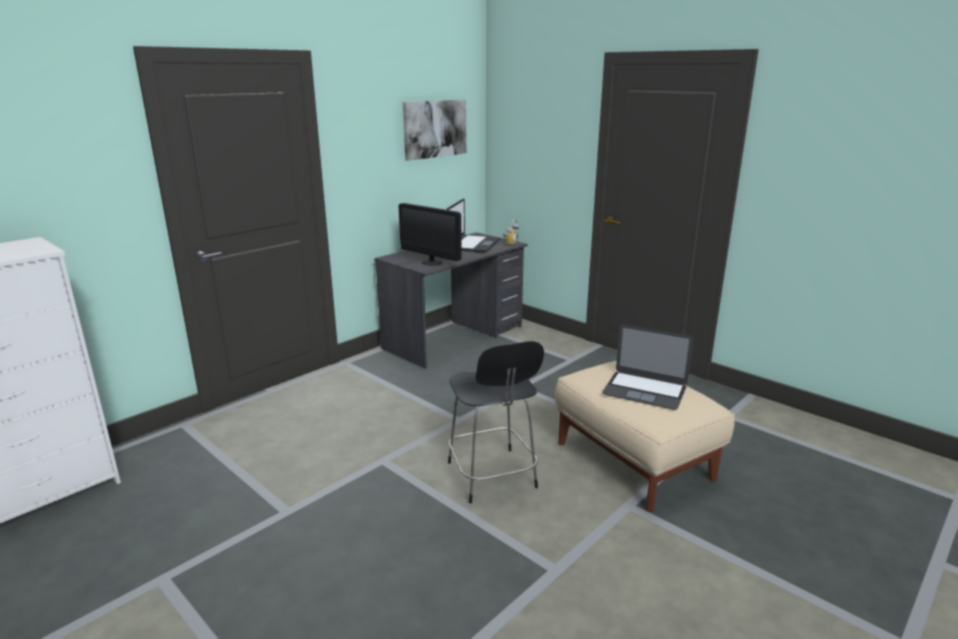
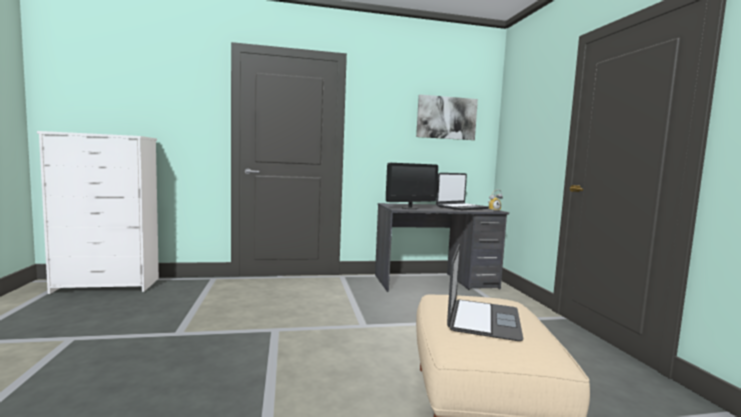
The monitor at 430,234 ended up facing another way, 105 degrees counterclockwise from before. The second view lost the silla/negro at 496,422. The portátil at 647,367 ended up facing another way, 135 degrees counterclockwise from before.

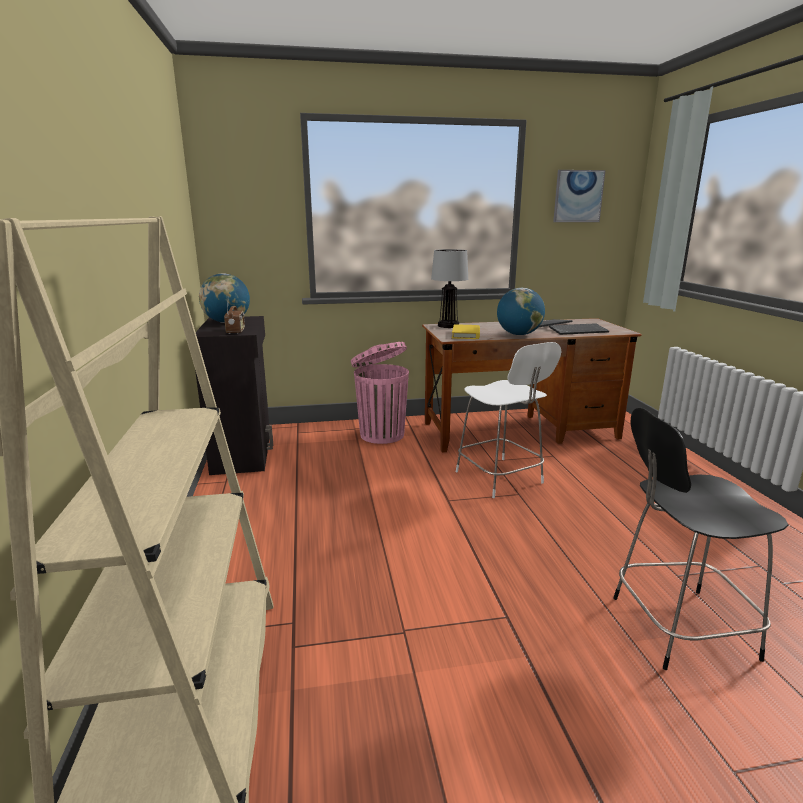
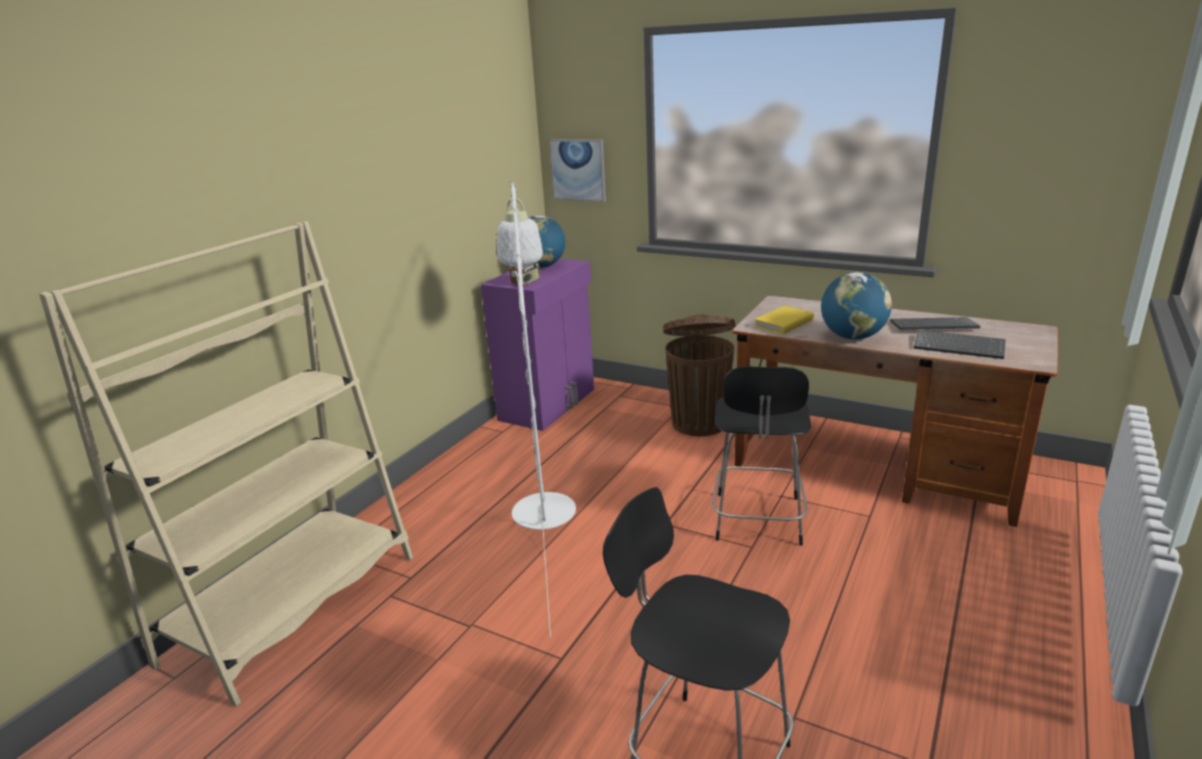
What was the armario/negro at 234,395 turned into the armario/morado at 537,344. What was the papelera/rosa at 380,393 turned into the papelera/marrón at 699,375. The second view lost the lámpara de mesa at 449,288. What was the silla/blanco at 508,420 turned into the silla/negro at 761,456. The cuadro ended up elsewhere, having gone from 579,196 to 577,170. The second view gained the lámpara de pie/blanco at 536,409.

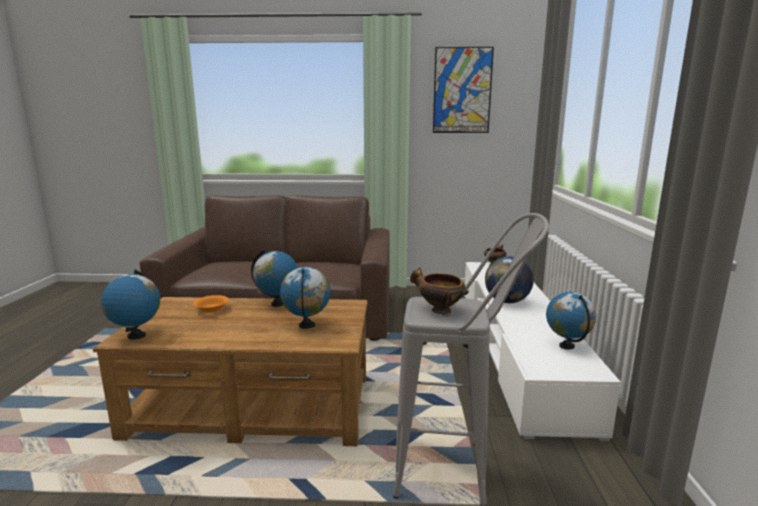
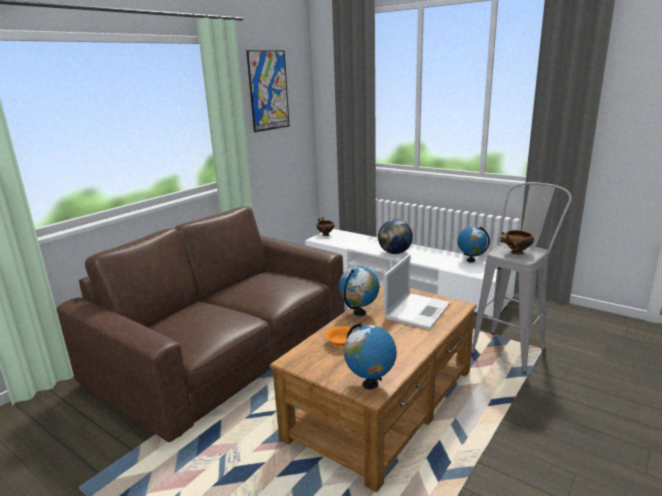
Where the globo terráqueo stood at 305,298, the portátil came to stand at 417,292.

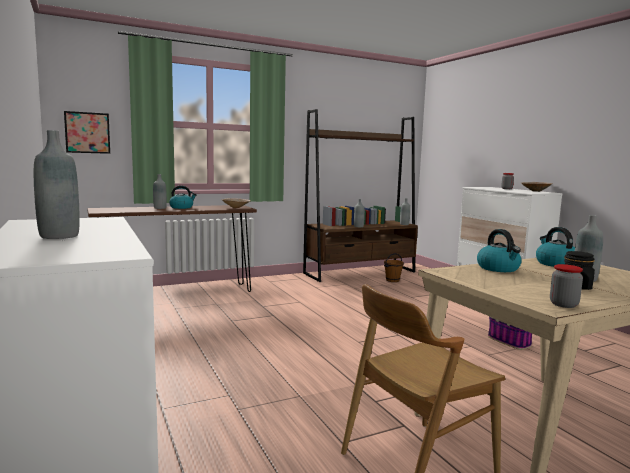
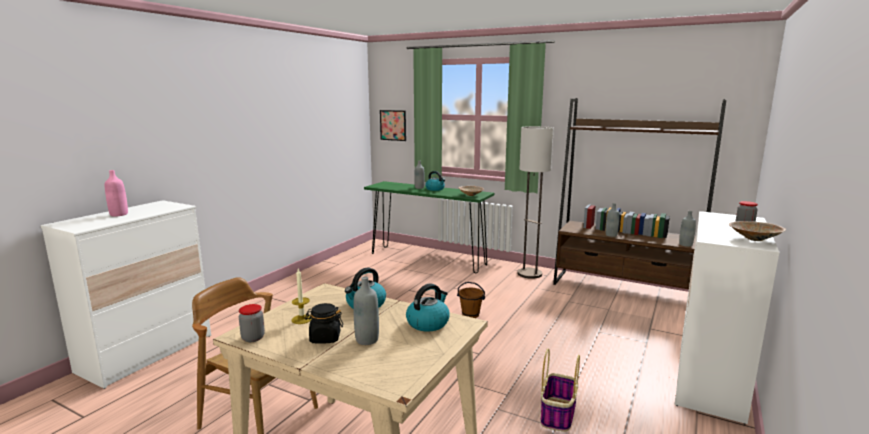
What was the botella/gris at 57,184 turned into the botella/rosa at 116,193. What was the mesa consola/marrón at 172,248 turned into the mesa consola/verde at 429,227. The cubo/marrón ended up elsewhere, having gone from 394,267 to 471,300. The second view gained the vela at 302,296. The second view gained the lámpara de pie at 536,202.

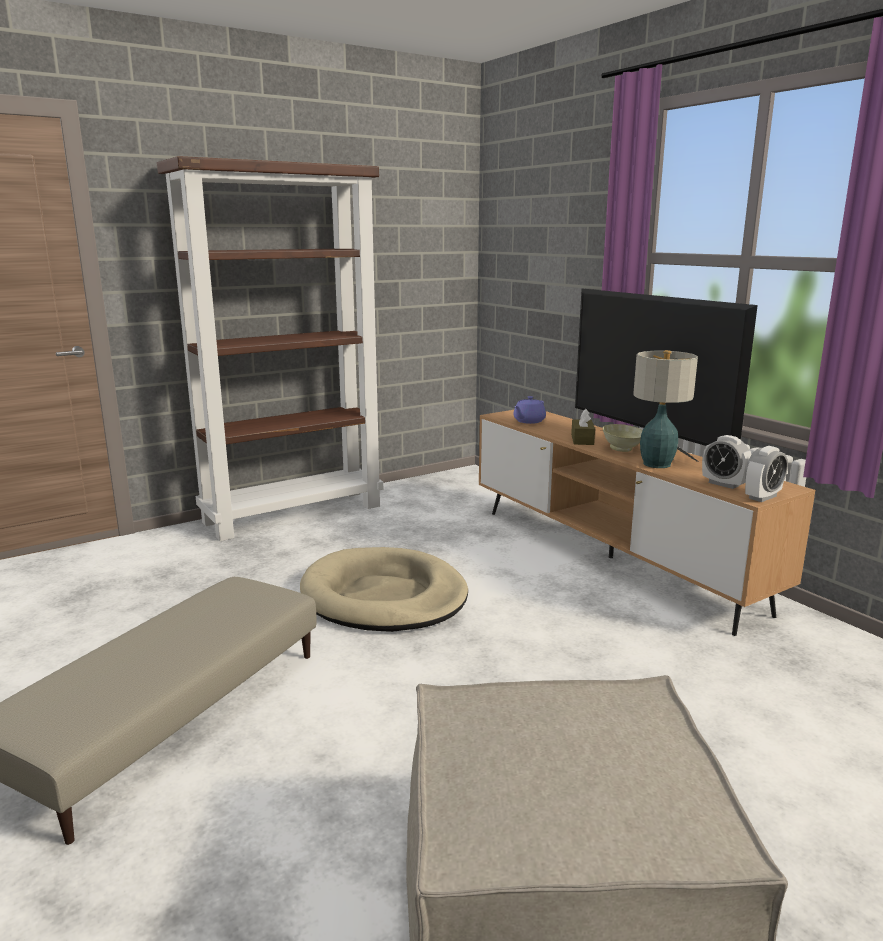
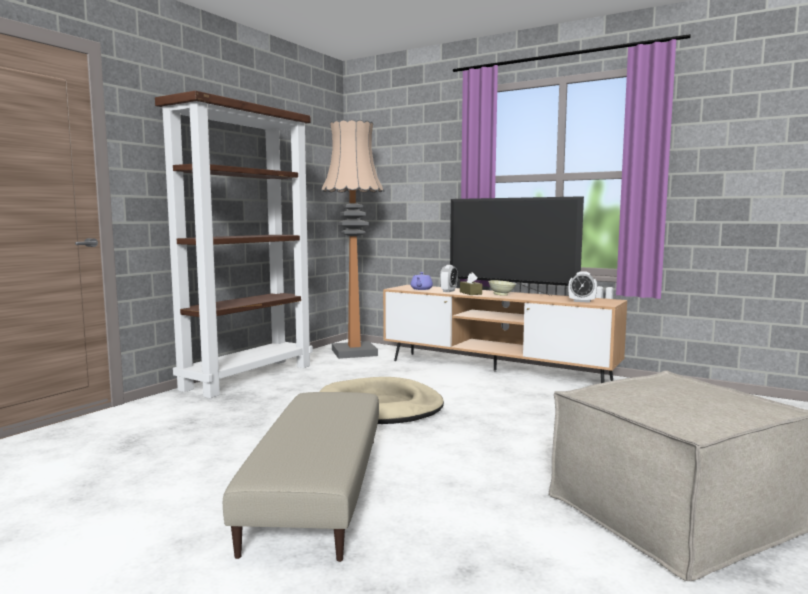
The second view lost the lámpara de mesa at 665,409. The despertador ended up elsewhere, having gone from 766,474 to 449,278. The second view gained the lámpara de pie at 352,239.

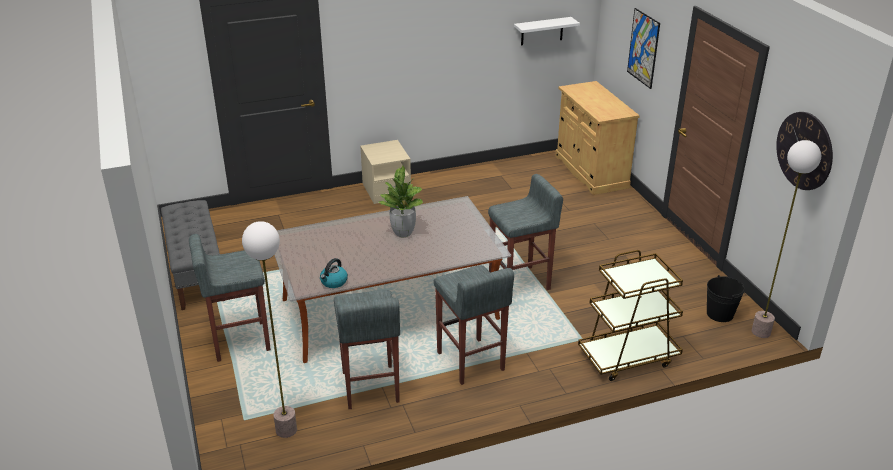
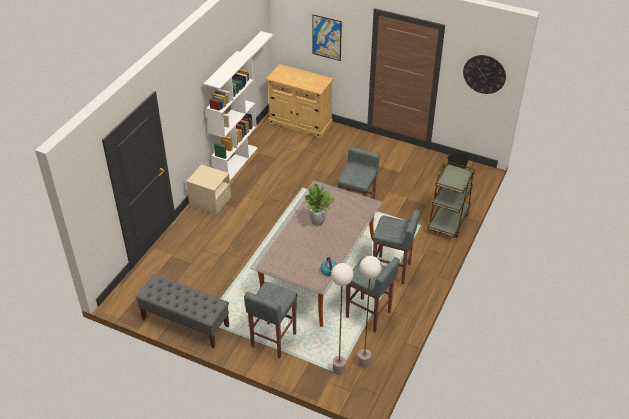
The lámpara de pie ended up elsewhere, having gone from 786,239 to 342,319. The second view gained the estantería/blanco at 231,116.

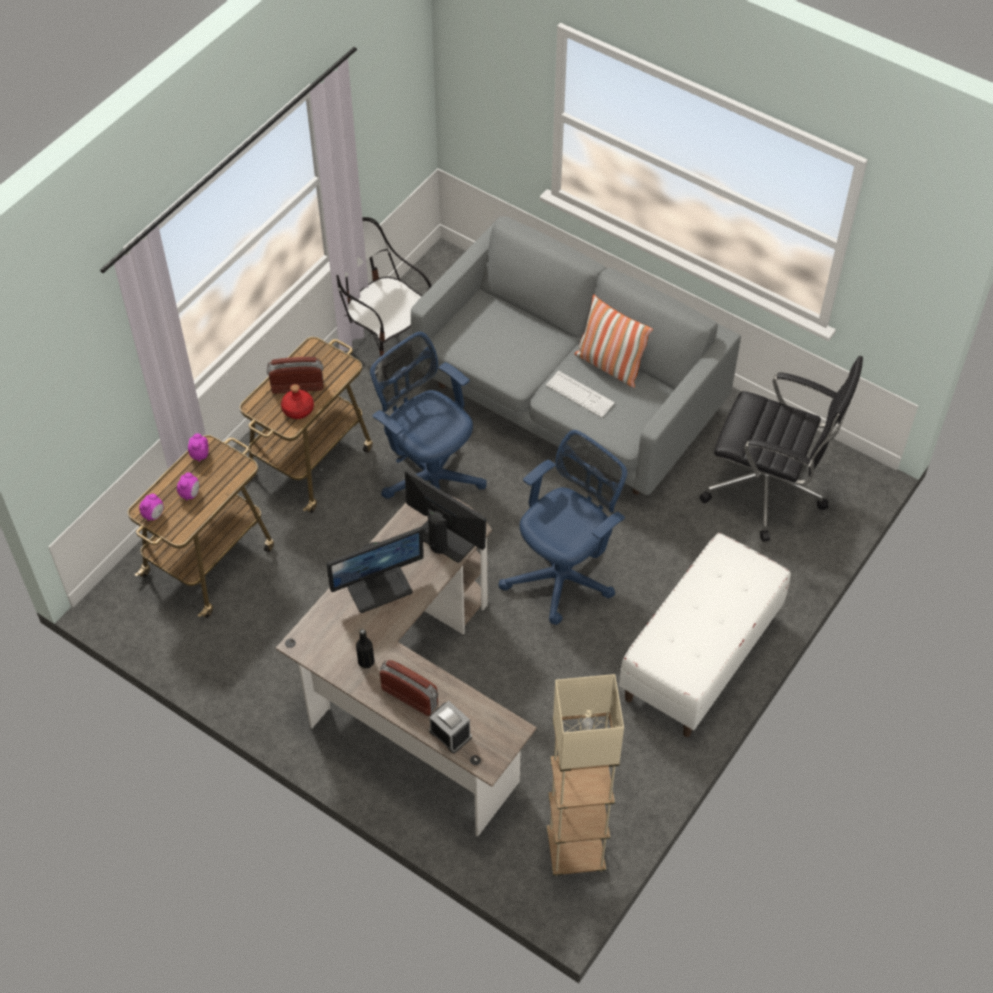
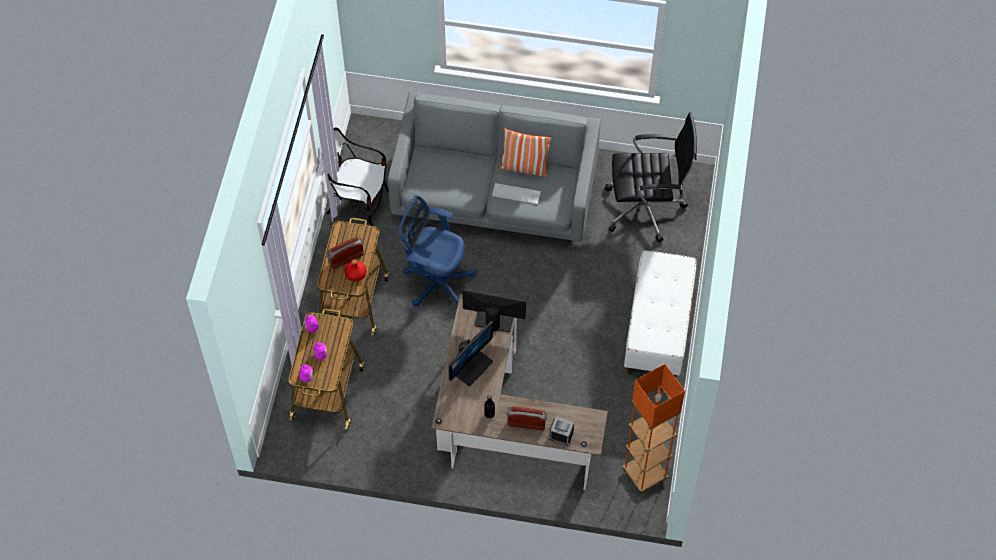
The second view lost the silla de oficina/azul at 562,527. What was the lámpara de pie/beis at 585,775 turned into the lámpara de pie/naranja at 654,428.

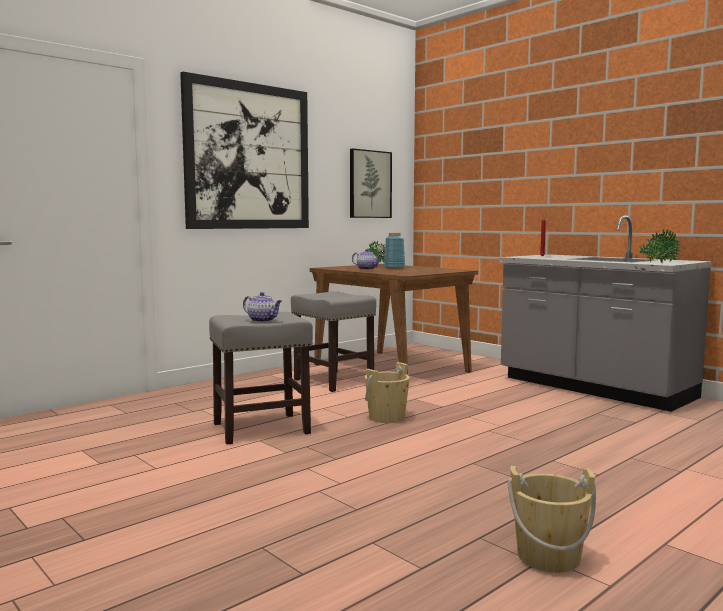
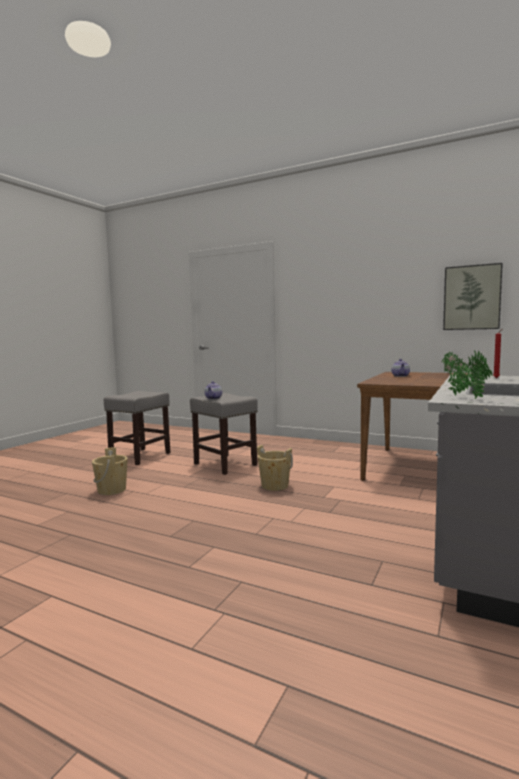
The second view lost the cuadro at 244,150. The taburete/gris ended up elsewhere, having gone from 333,341 to 137,428. The second view lost the florero/azul at 394,250. The cubo/beis ended up elsewhere, having gone from 552,519 to 110,471.

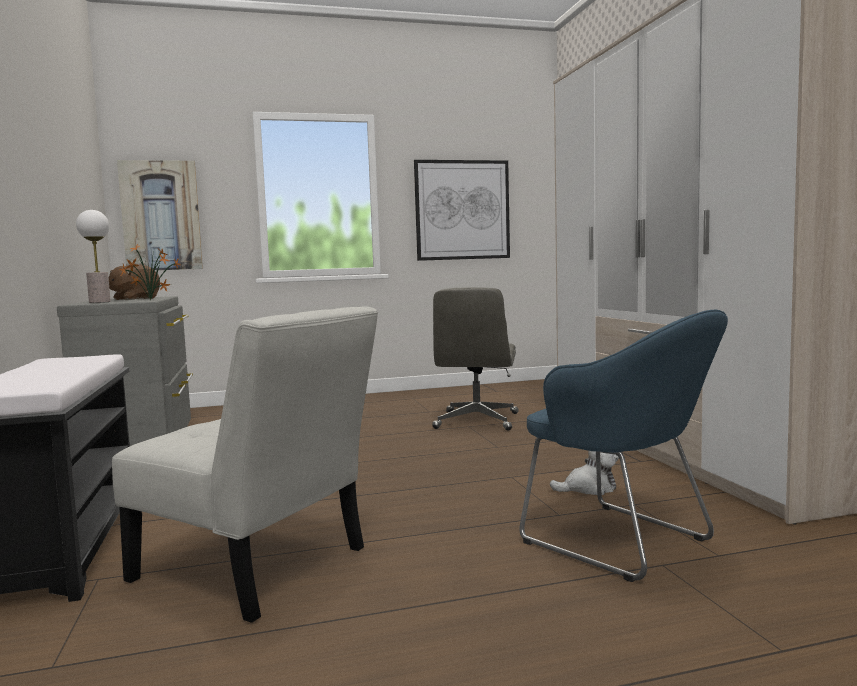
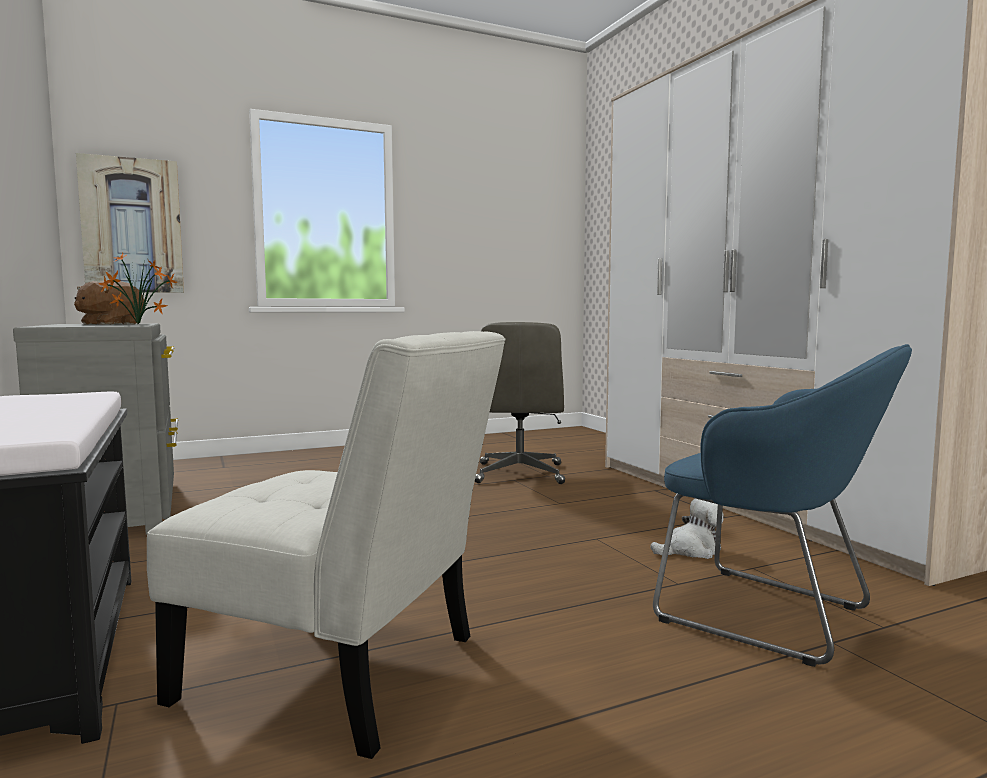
The second view lost the lámpara de mesa at 93,256. The second view lost the cuadro at 462,210.

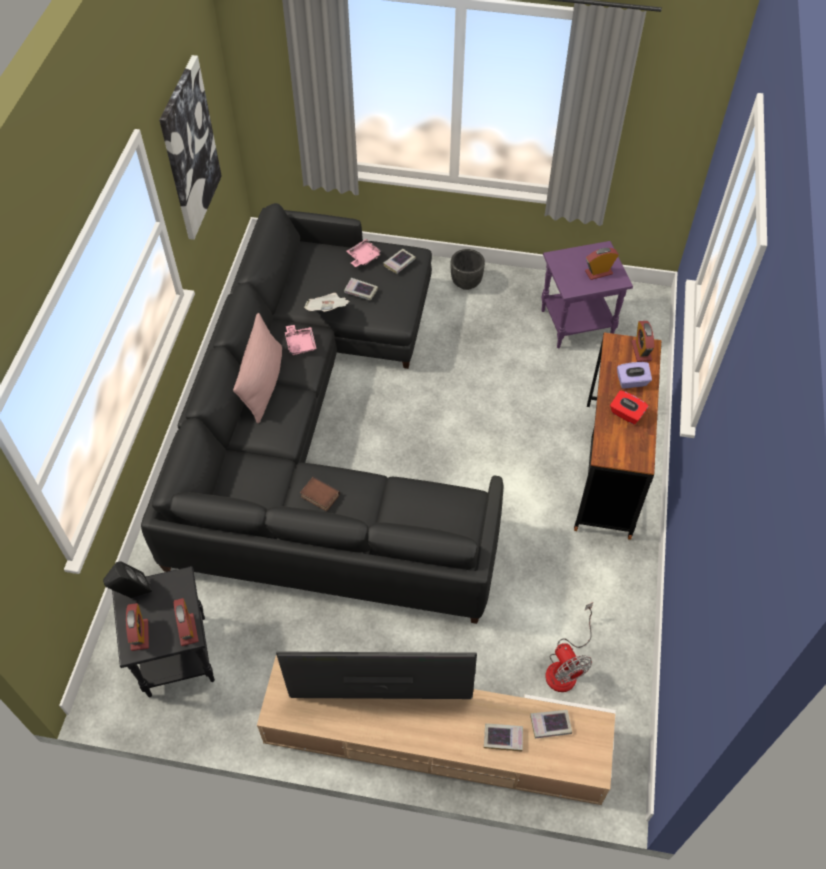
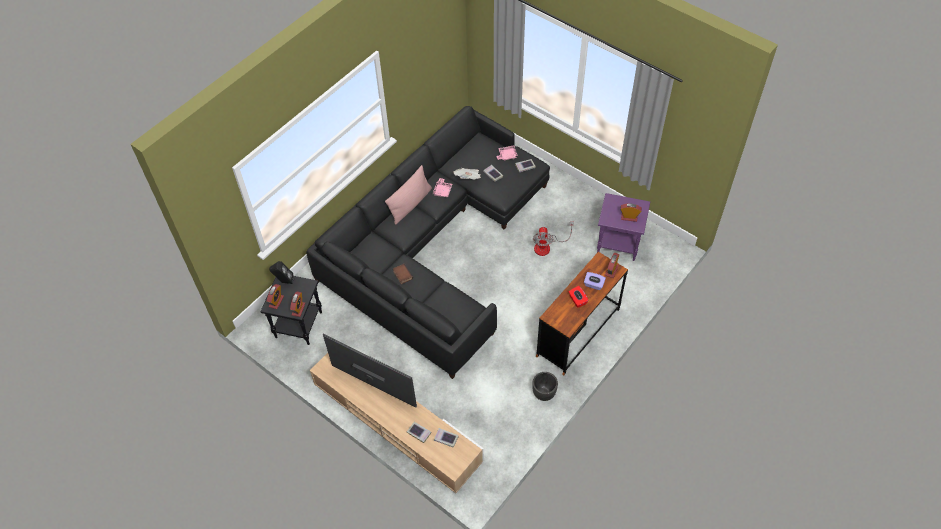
The second view lost the cuadro at 190,147. The maceta/negro ended up elsewhere, having gone from 468,269 to 545,386. The ventilador ended up elsewhere, having gone from 569,647 to 553,239.

